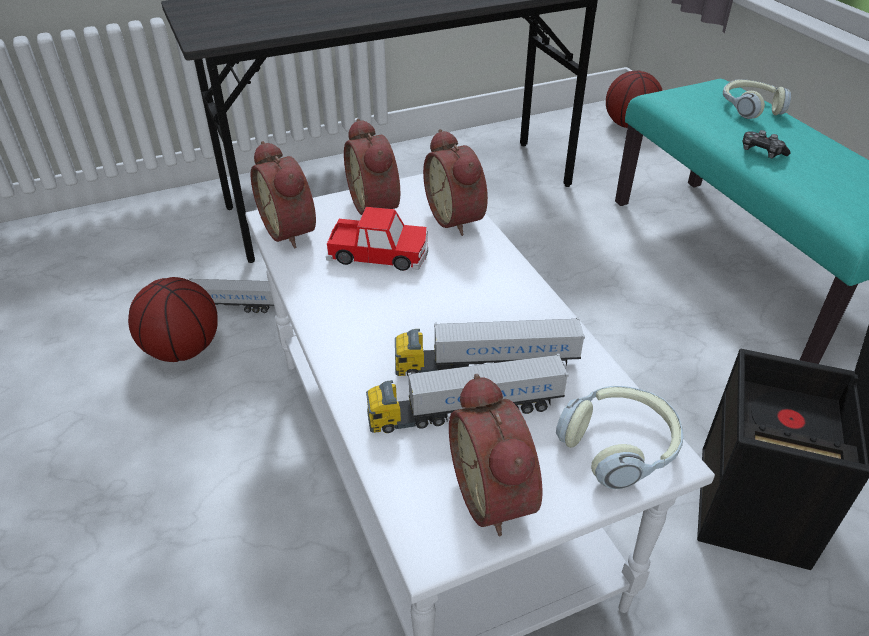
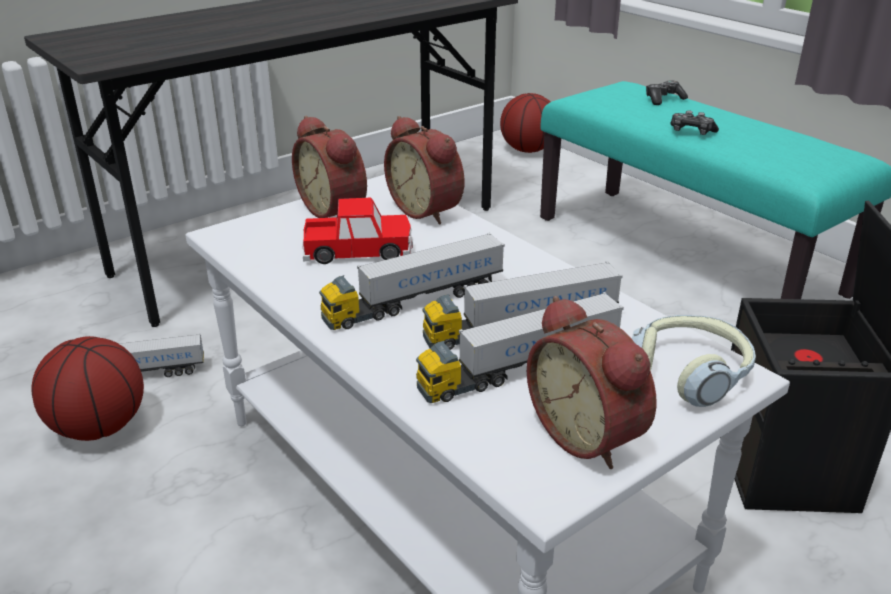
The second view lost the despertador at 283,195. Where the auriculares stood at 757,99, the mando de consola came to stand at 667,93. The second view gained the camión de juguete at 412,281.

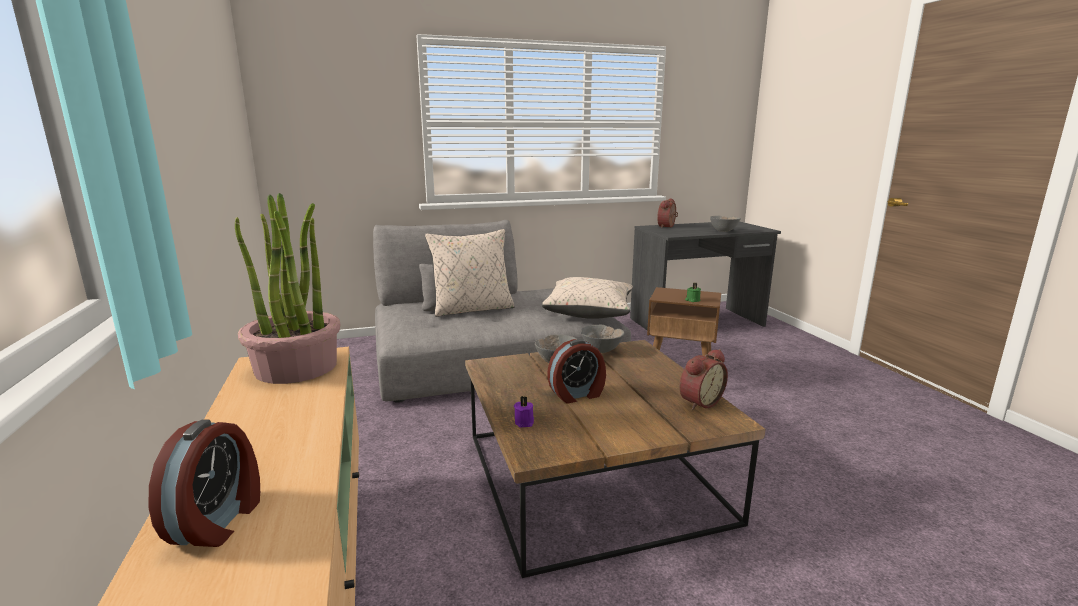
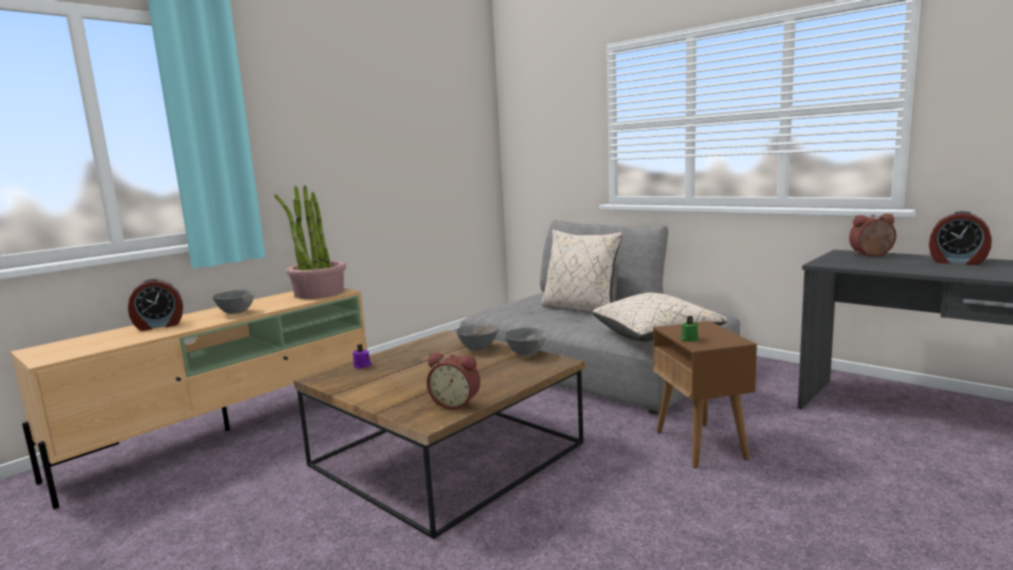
The despertador ended up elsewhere, having gone from 576,371 to 960,238. The cuenco/gris ended up elsewhere, having gone from 725,224 to 233,301.

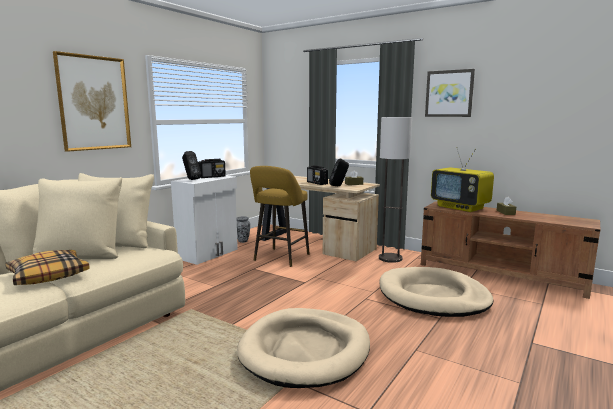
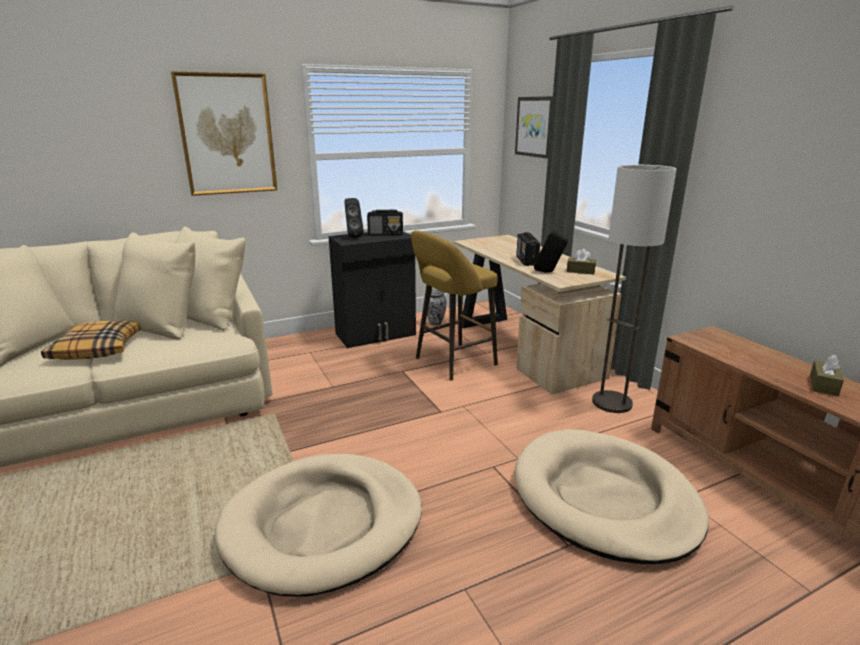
What was the armario/blanco at 204,220 turned into the armario/negro at 372,289. The cuadro ended up elsewhere, having gone from 450,93 to 534,127. The second view lost the televisor at 462,179.

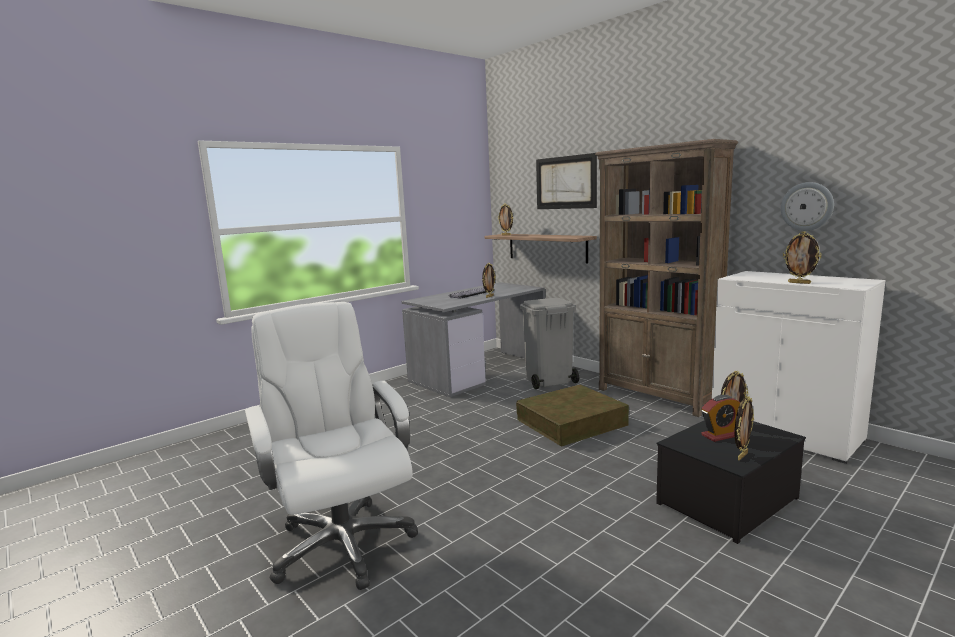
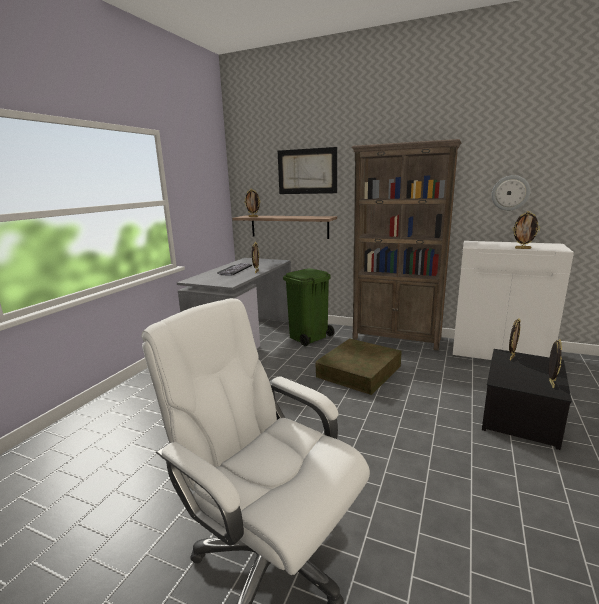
What was the papelera/gris at 549,343 turned into the papelera/verde at 309,307. The second view lost the despertador at 720,418.

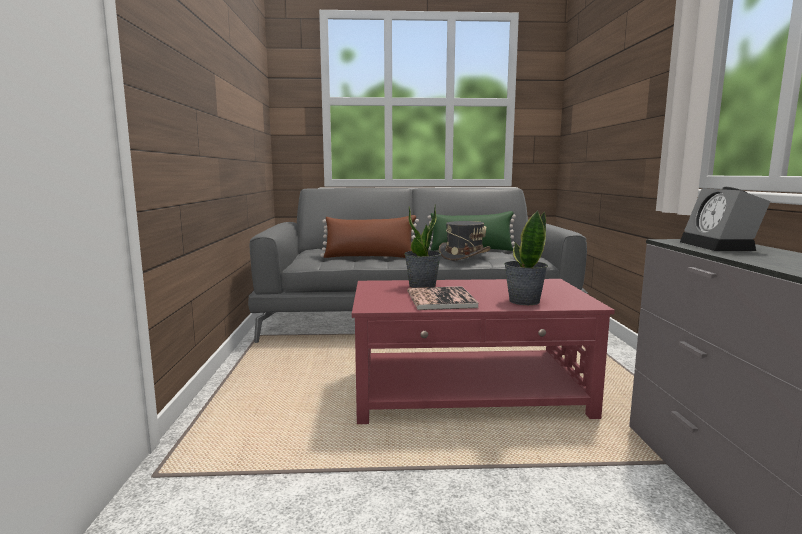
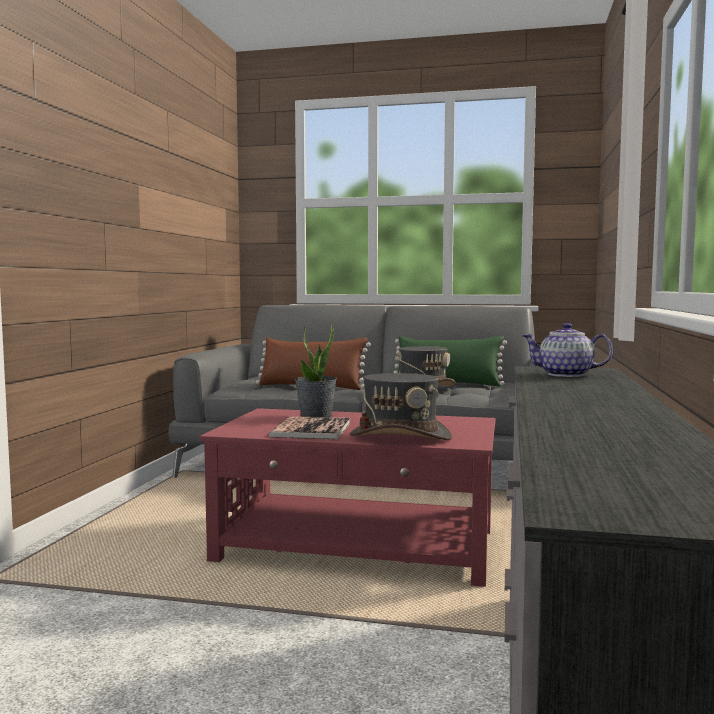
Where the planta en maceta stood at 526,257, the sombrero/gris came to stand at 400,406. Where the despertador stood at 725,219, the tetera came to stand at 567,350.

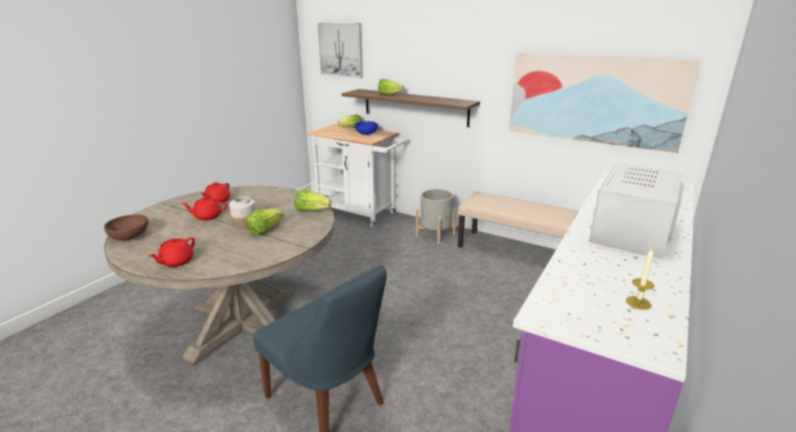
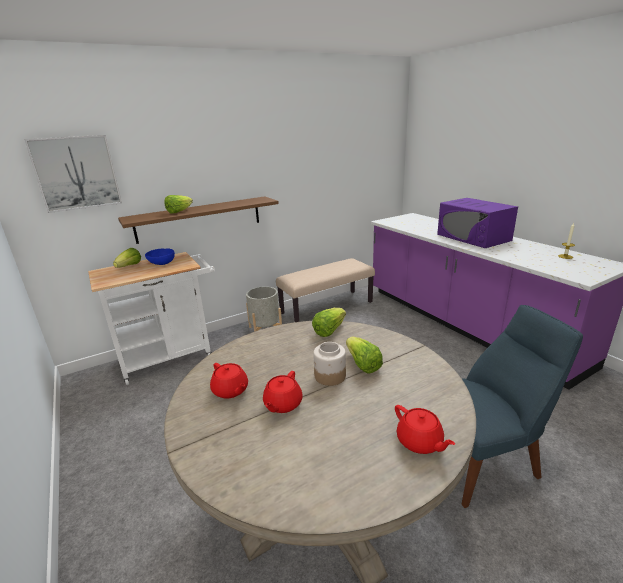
The second view lost the cuenco/marrón at 126,227. The second view lost the cuadro at 605,103. What was the microondas/blanco at 636,211 turned into the microondas/morado at 477,223.

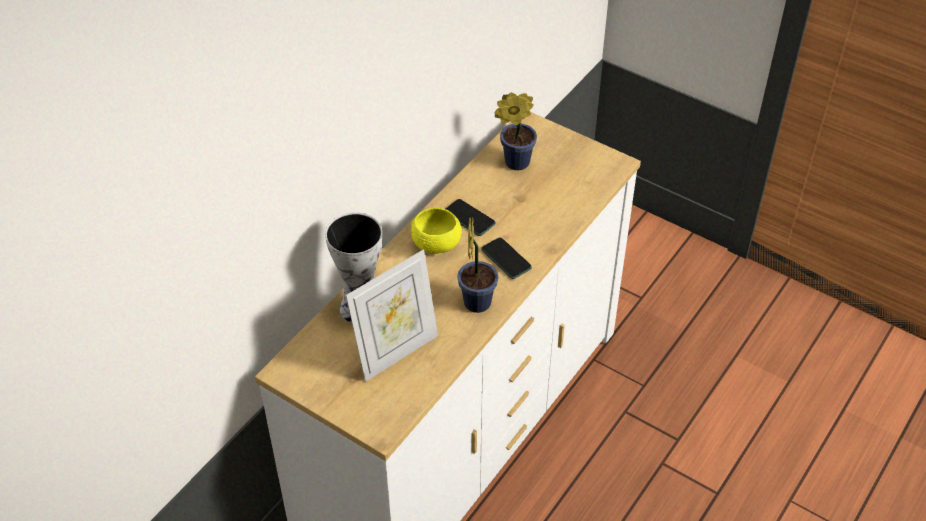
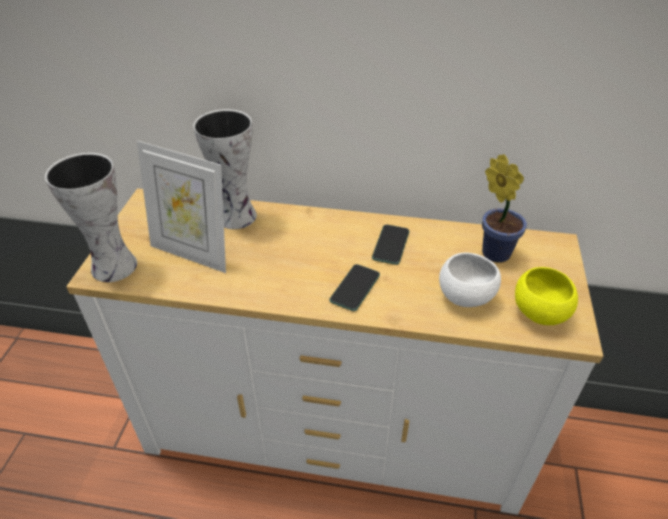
The cuenco/amarillo ended up elsewhere, having gone from 436,231 to 546,296. The second view lost the planta en maceta at 478,265. The second view gained the florero at 91,217. The second view gained the cuenco/blanco at 470,280.

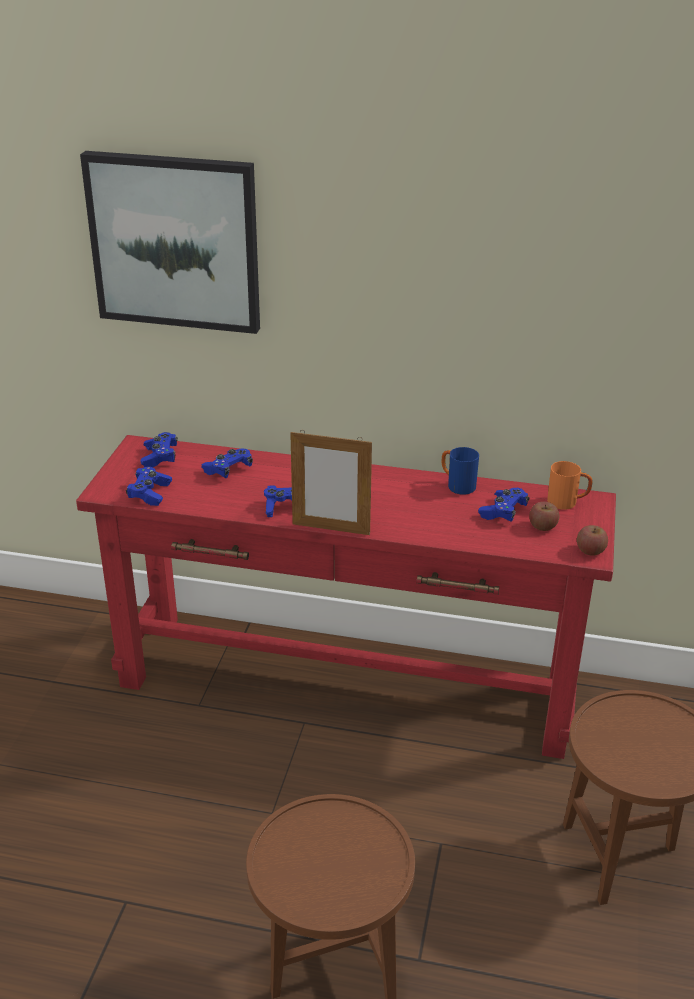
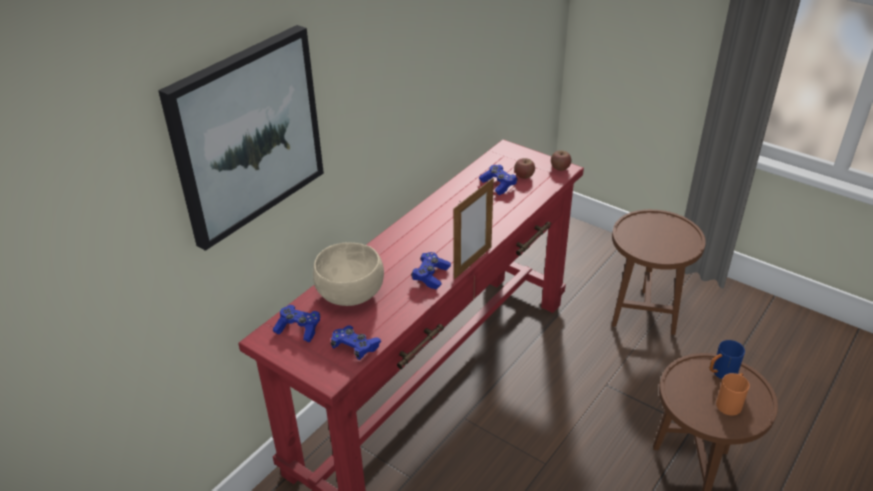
Where the mando de consola/azul stood at 227,463, the cuenco/beis came to stand at 348,274. The taza grande/azul ended up elsewhere, having gone from 460,471 to 727,359. The taza grande/naranja ended up elsewhere, having gone from 570,485 to 733,394.

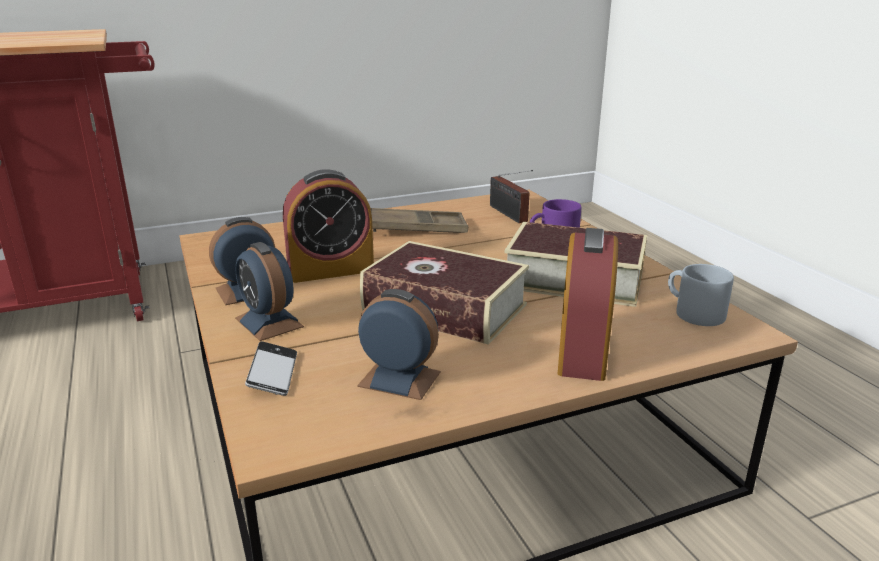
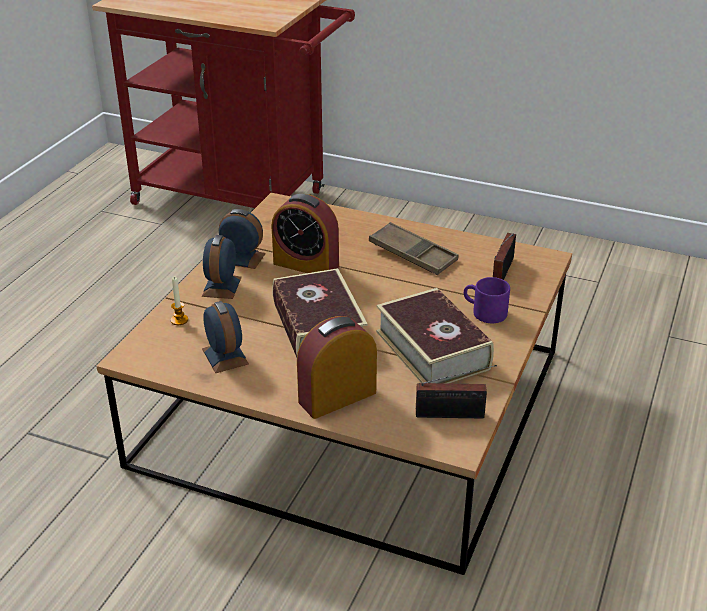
Where the móvil stood at 271,368, the vela came to stand at 179,301. Where the taza grande/gris stood at 701,295, the radio came to stand at 456,391.

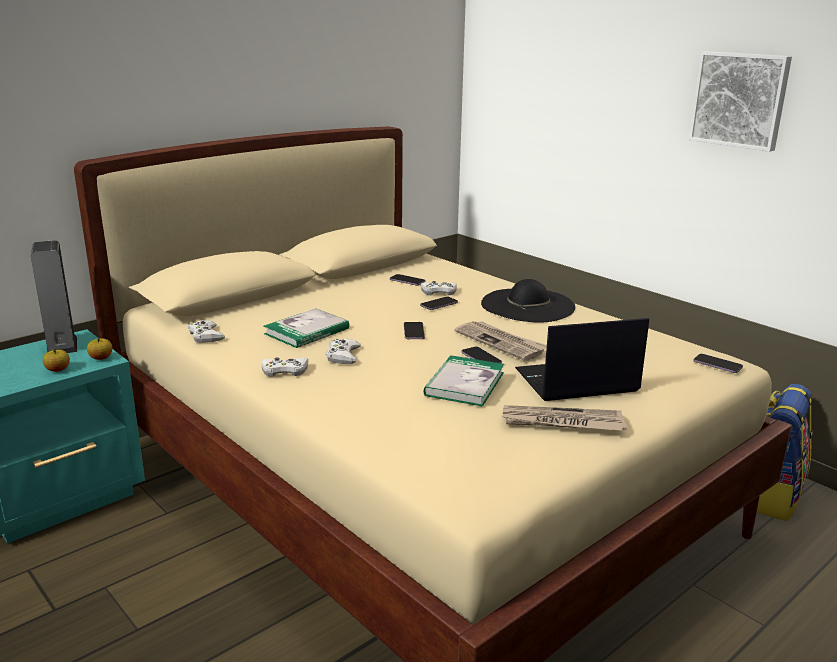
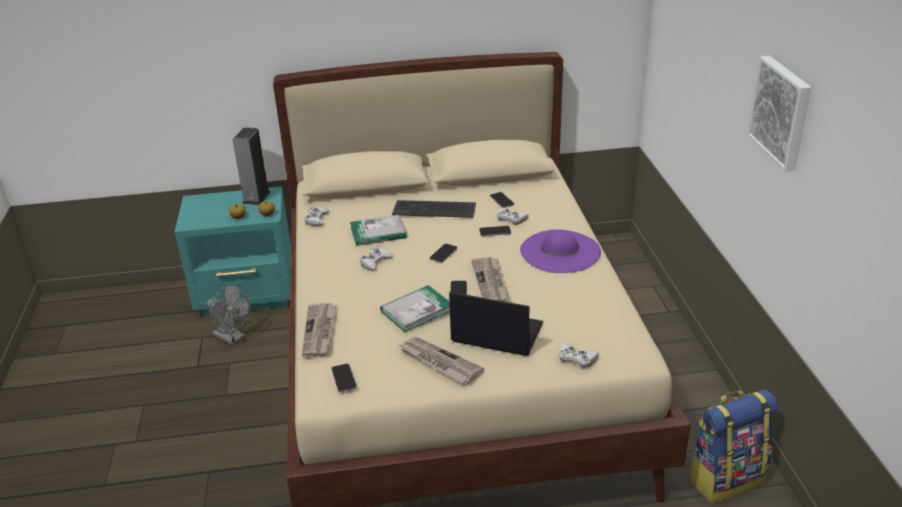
The mando de consola/blanco ended up elsewhere, having gone from 285,367 to 578,355. What was the sombrero/negro at 528,300 turned into the sombrero/morado at 560,251. The móvil ended up elsewhere, having gone from 718,363 to 343,378. The second view gained the ventilador/gris at 228,314. The second view gained the periódico at 319,330. The second view gained the teclado at 434,209.

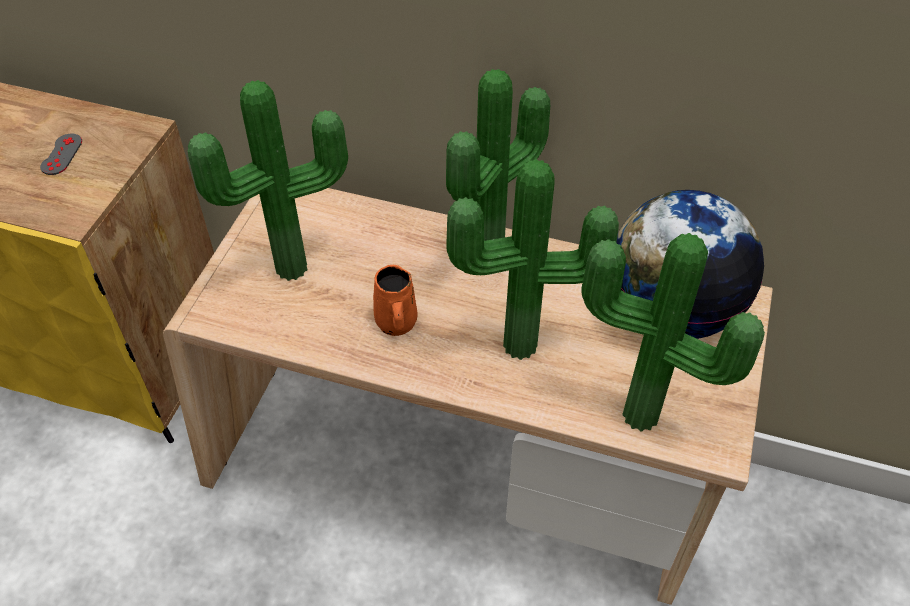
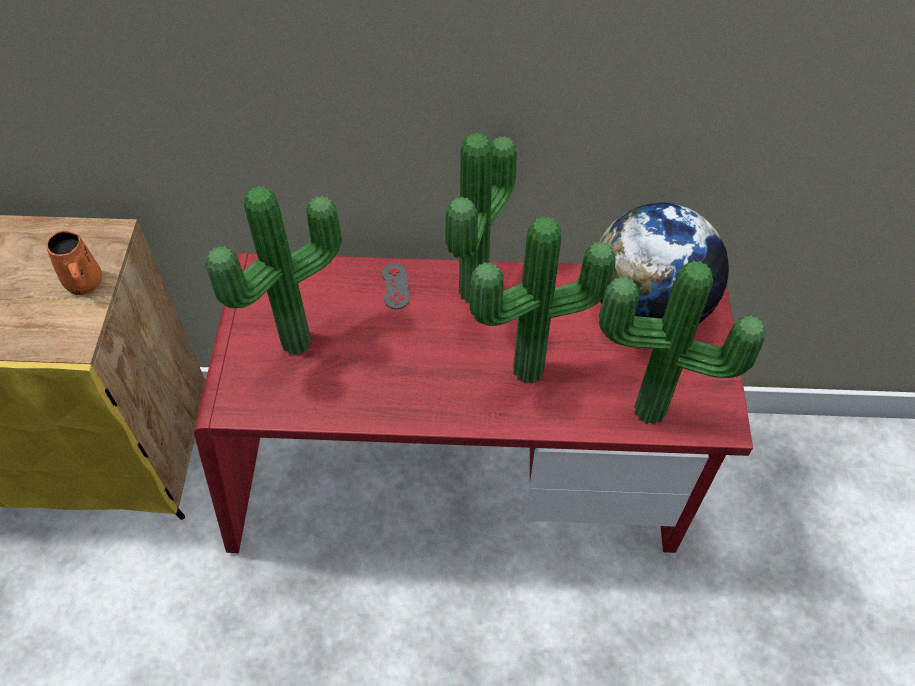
The mando de consola/gris ended up elsewhere, having gone from 61,154 to 396,286. What was the escritorio/beis at 468,396 turned into the escritorio/rojo at 473,403. The taza grande/naranja ended up elsewhere, having gone from 395,300 to 74,262.

